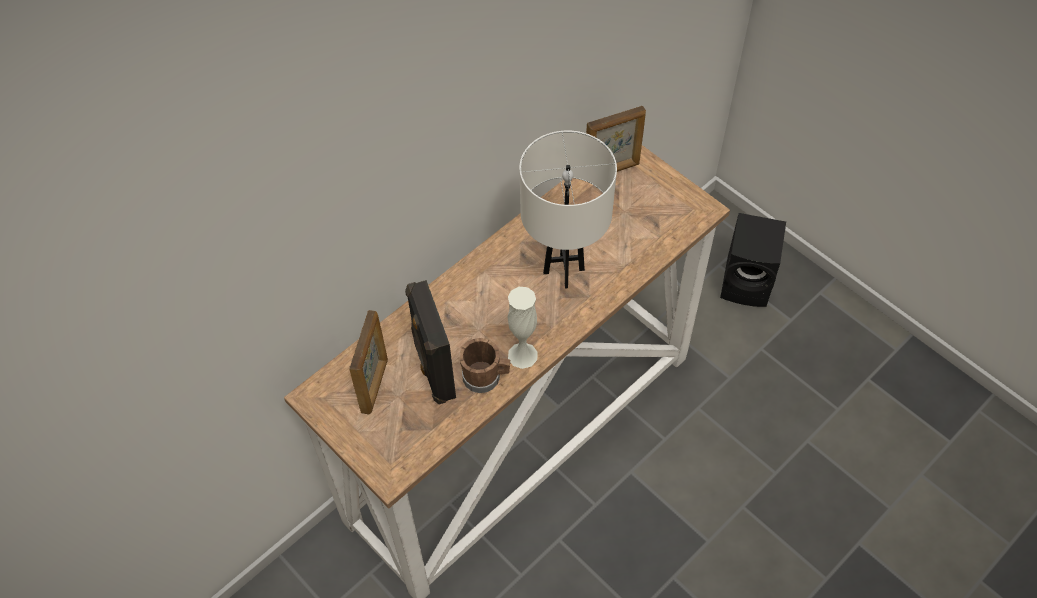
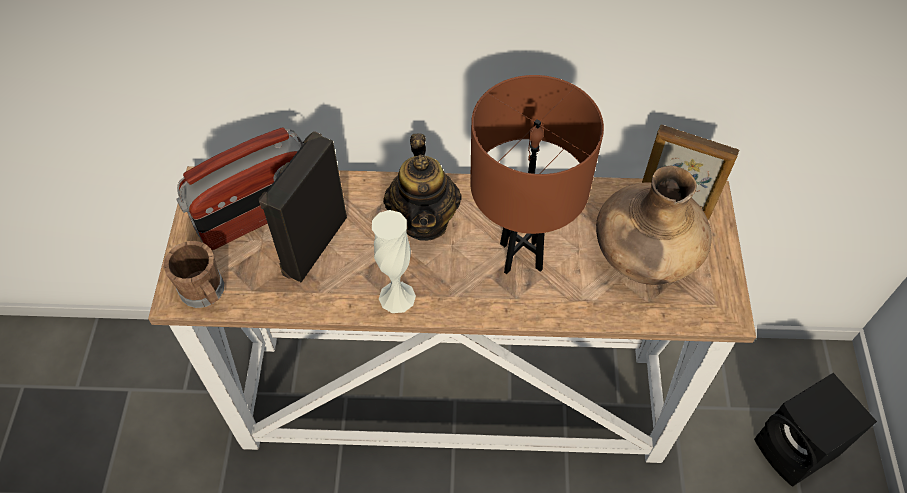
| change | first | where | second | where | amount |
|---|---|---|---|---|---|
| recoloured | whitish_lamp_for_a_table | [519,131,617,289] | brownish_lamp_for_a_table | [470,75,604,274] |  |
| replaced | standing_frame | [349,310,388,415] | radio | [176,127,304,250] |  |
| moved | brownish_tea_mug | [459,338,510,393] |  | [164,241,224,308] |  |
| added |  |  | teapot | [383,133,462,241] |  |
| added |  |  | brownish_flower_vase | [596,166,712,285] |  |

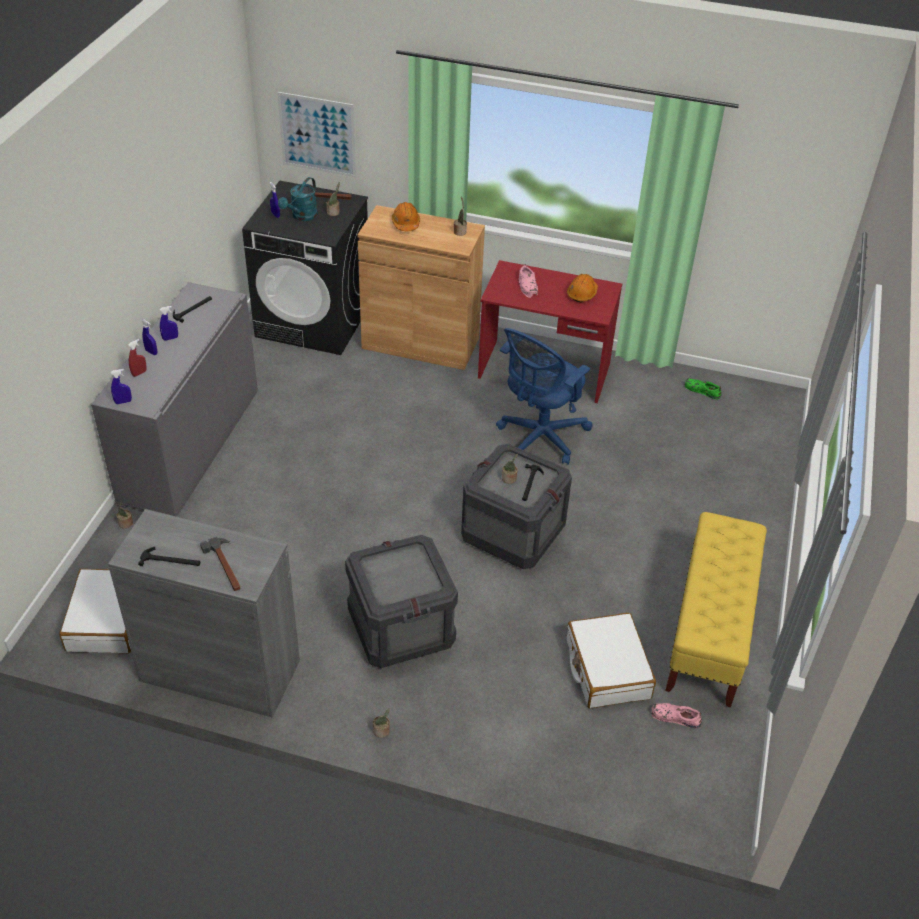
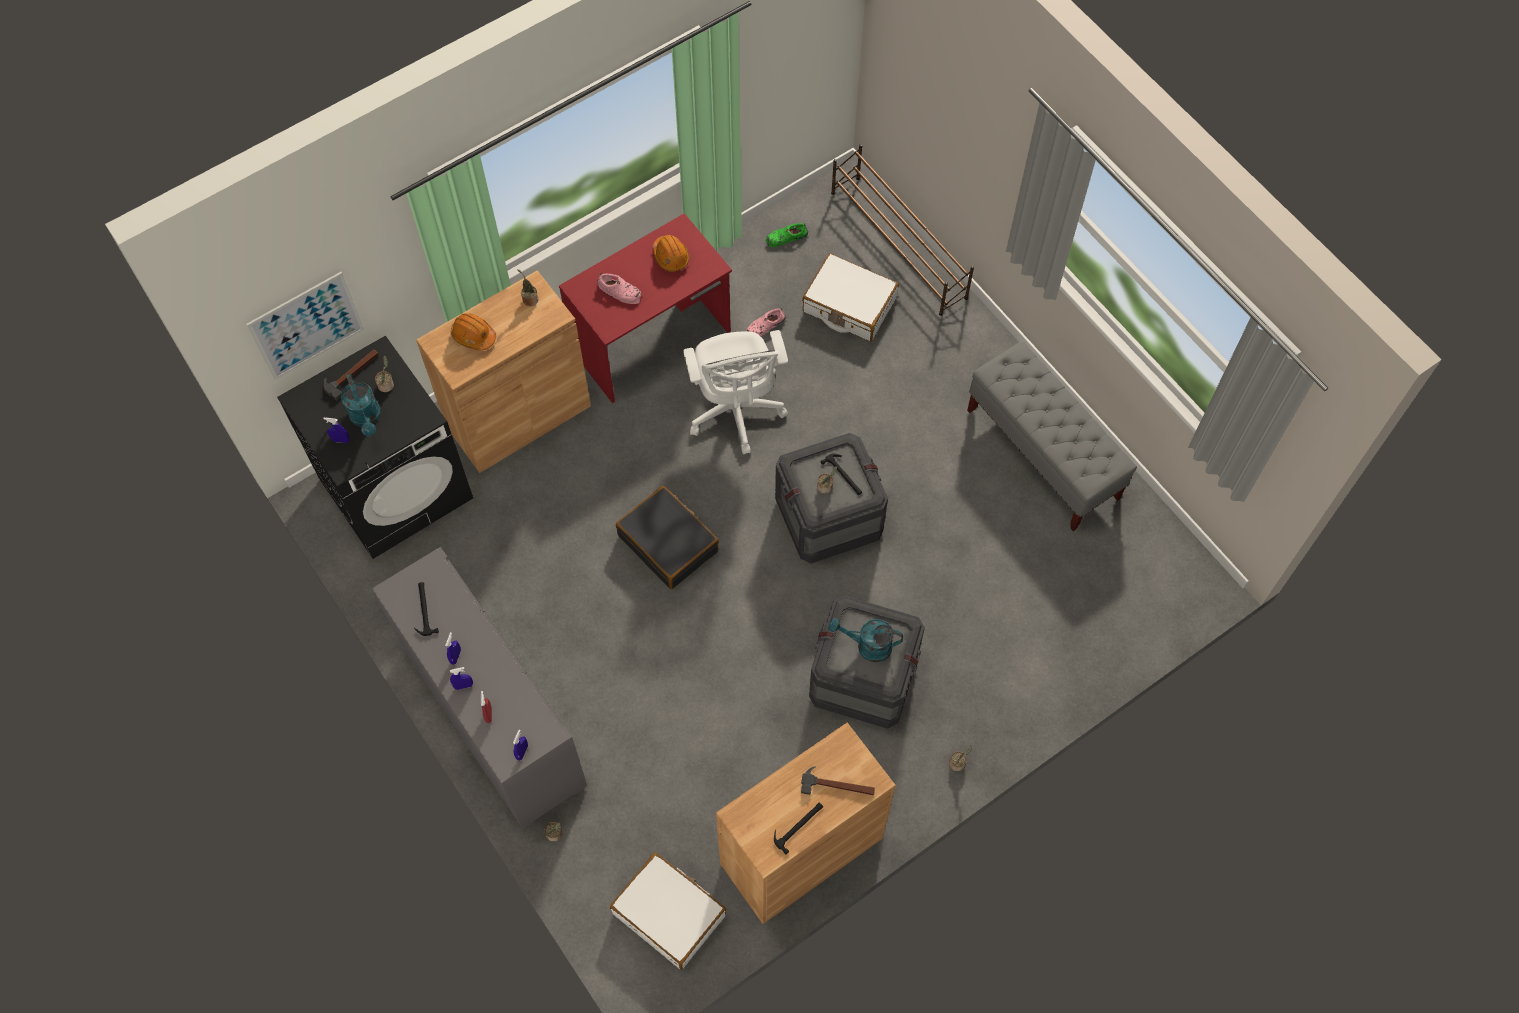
| change | first | where | second | where | amount |
|---|---|---|---|---|---|
| recoloured | blue-coloured_computer_chair | [496,328,592,465] | whitish_computer_chair | [683,330,788,454] |  |
| recoloured | grey_storage_cabinet | [108,509,300,718] | brownish_storage_cabinet | [716,723,896,924] |  |
| recoloured | yellow-coloured_long_seat | [665,512,767,707] | grey_long_seat | [967,342,1137,531] |  |
| moved | whitish_travel_case | [567,613,656,708] |  | [802,253,898,341] |  |
| moved | pinkish_low_shoe | [652,703,702,728] |  | [746,308,786,336] |  |
| added |  |  | brownish_shoe_stand | [831,144,974,316] |  |
| added |  |  | black_travel_case | [616,486,719,589] |  |
| added |  |  | turquoise-coloured_sprinkling_can | [829,618,903,662] |  |

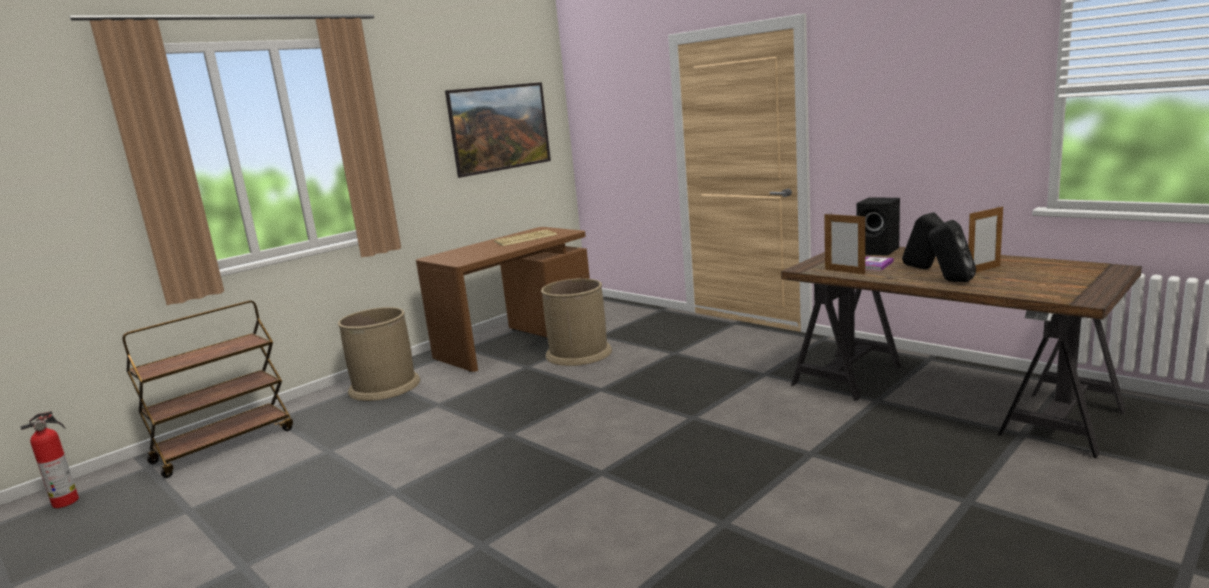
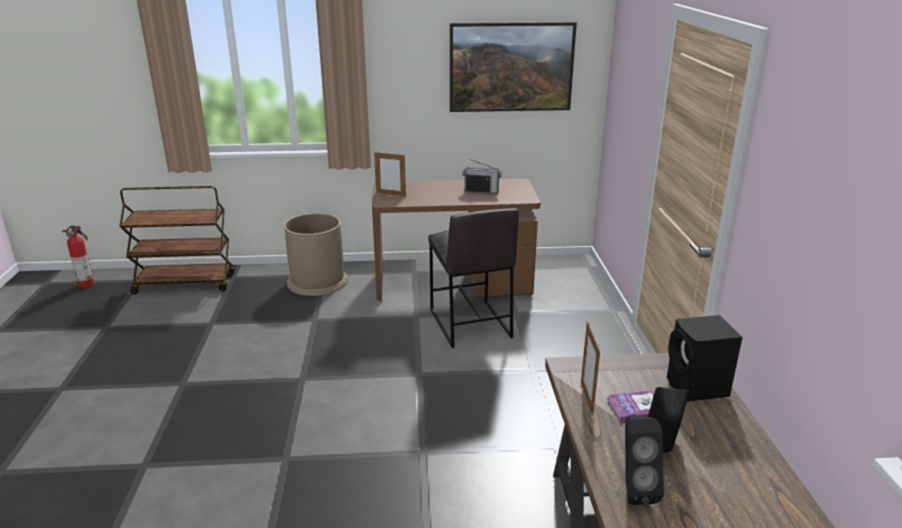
| change | first | where | second | where | amount |
|---|---|---|---|---|---|
| moved | standing_frame | [968,206,1003,272] |  | [374,152,406,196] |  |
| replaced | keyboard | [494,230,557,246] | radio | [462,159,502,194] |  |
| replaced | brownish_rubbish_bin | [541,278,612,366] | grey_stool_seat | [428,208,519,348] |  |

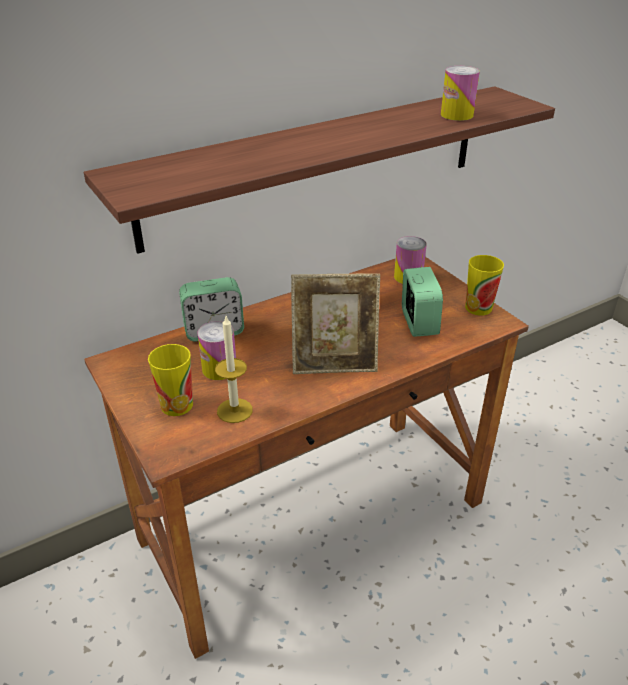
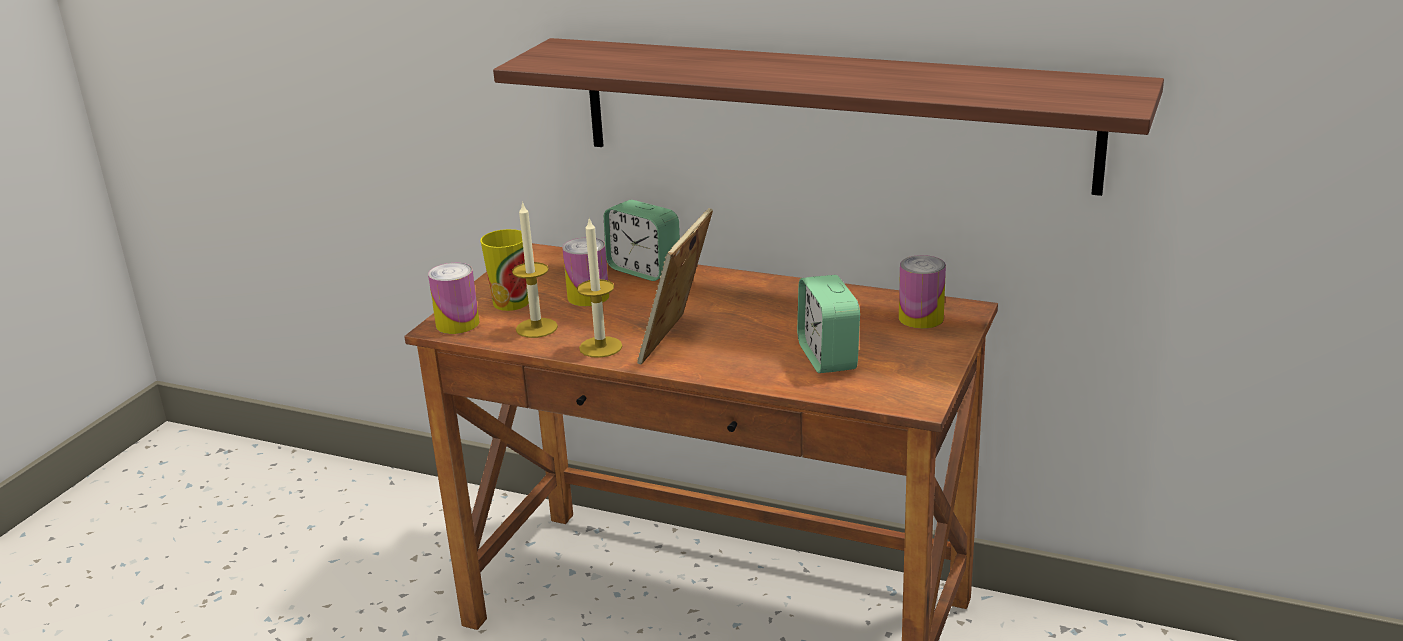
| change | first | where | second | where | amount |
|---|---|---|---|---|---|
| moved | sealed_can | [441,66,480,121] |  | [428,263,480,334] |  |
| removed | drinking_cup | [465,255,504,316] |  |  |  |
| turned | table_clock | [402,267,443,337] |  | [797,275,860,373] | 120 degrees clockwise |
| turned | standing_frame | [291,273,380,374] |  | [637,208,713,365] | 60 degrees clockwise |
| added |  |  | wax_light | [577,217,622,358] |  |

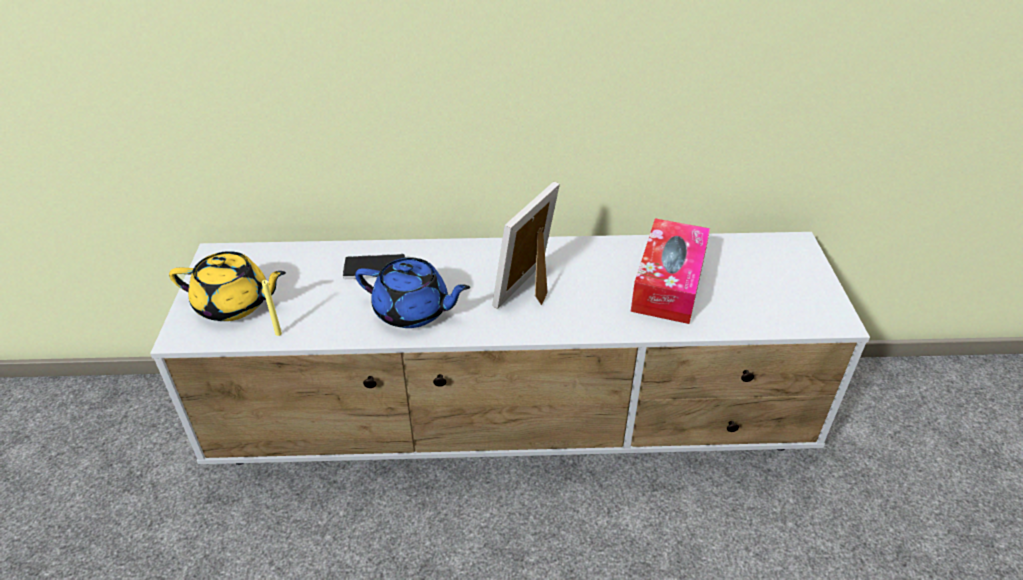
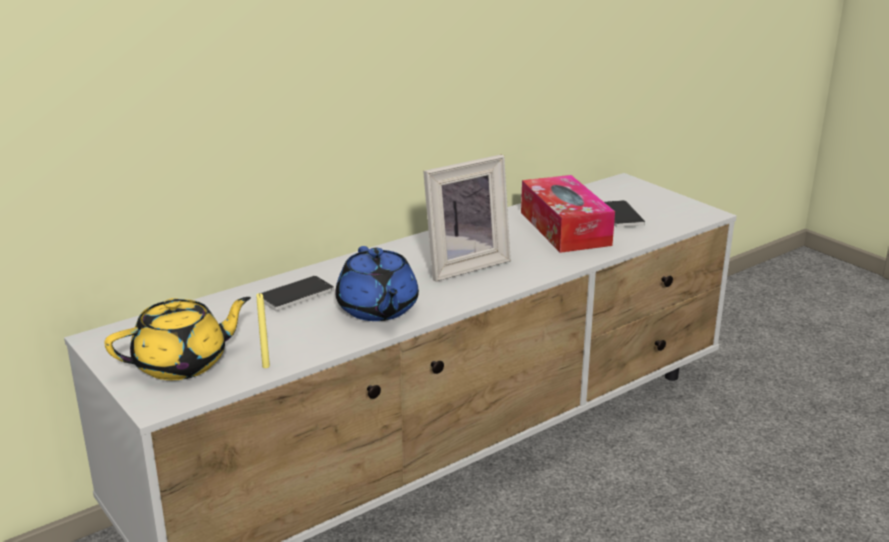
| change | first | where | second | where | amount |
|---|---|---|---|---|---|
| turned | standing_frame | [492,182,560,309] |  | [423,155,511,282] | 120 degrees counterclockwise |
| turned | blue-coloured_teapot | [355,257,470,328] |  | [335,246,419,321] | 90 degrees clockwise |
| added |  |  | handset | [605,200,645,228] |  |

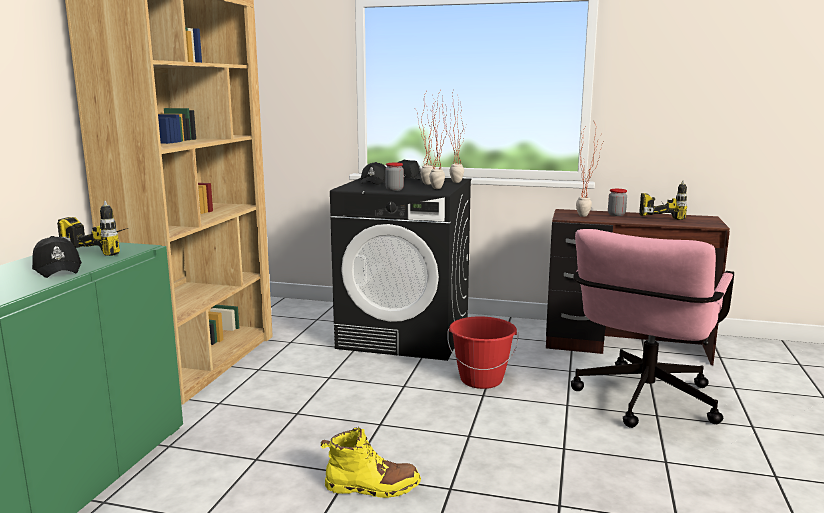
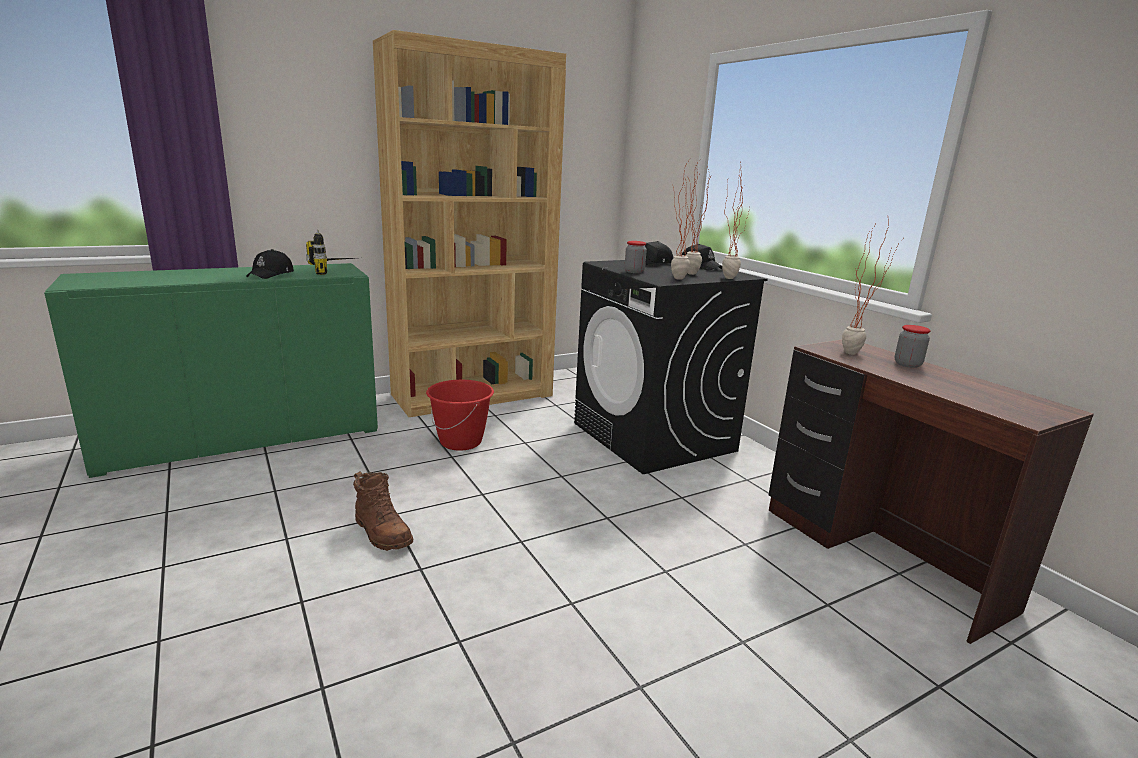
| change | first | where | second | where | amount |
|---|---|---|---|---|---|
| removed | electric_drill | [639,181,687,220] |  |  |  |
| removed | pinkish_computer_chair | [571,229,734,428] |  |  |  |
| moved | red_bucket | [447,316,518,389] |  | [426,380,494,451] |  |
| recoloured | yellow-coloured_boot | [321,427,421,498] | brownish_boot | [353,471,413,551] |  |

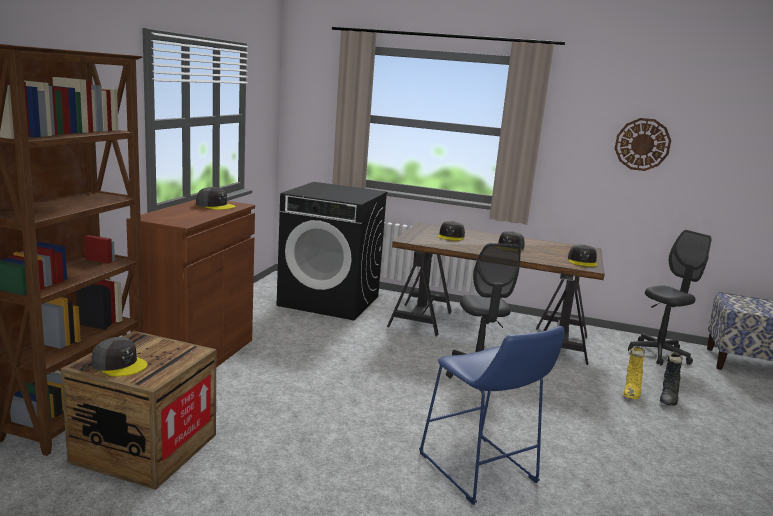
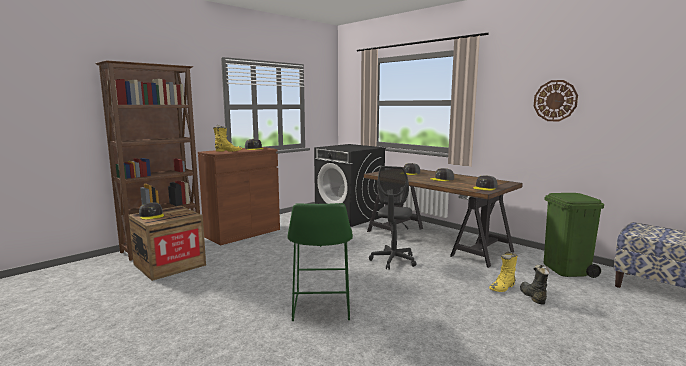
| change | first | where | second | where | amount |
|---|---|---|---|---|---|
| replaced | grey_computer_chair | [628,230,711,365] | green-coloured_rubbish_bin | [544,193,604,278] |  |
| recoloured | blue-coloured_stool_seat | [419,326,564,505] | green-coloured_stool_seat | [287,203,353,321] |  |
| turned | black_boot | [660,351,683,406] |  | [520,265,550,305] | 120 degrees clockwise |
| added |  |  | yellow-coloured_boot | [213,125,242,152] |  |

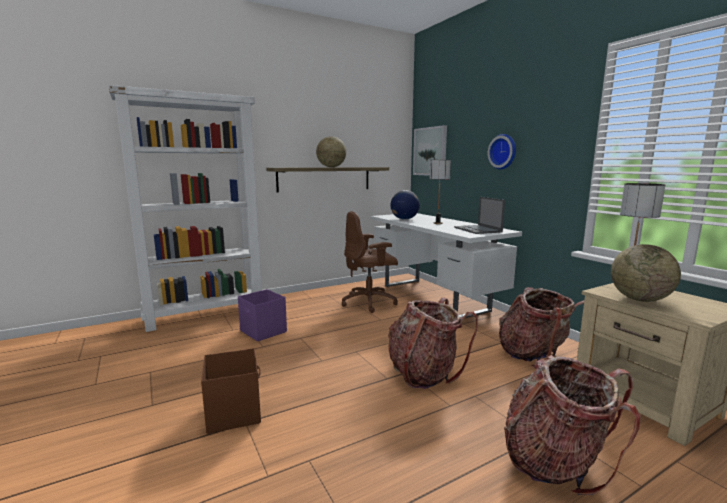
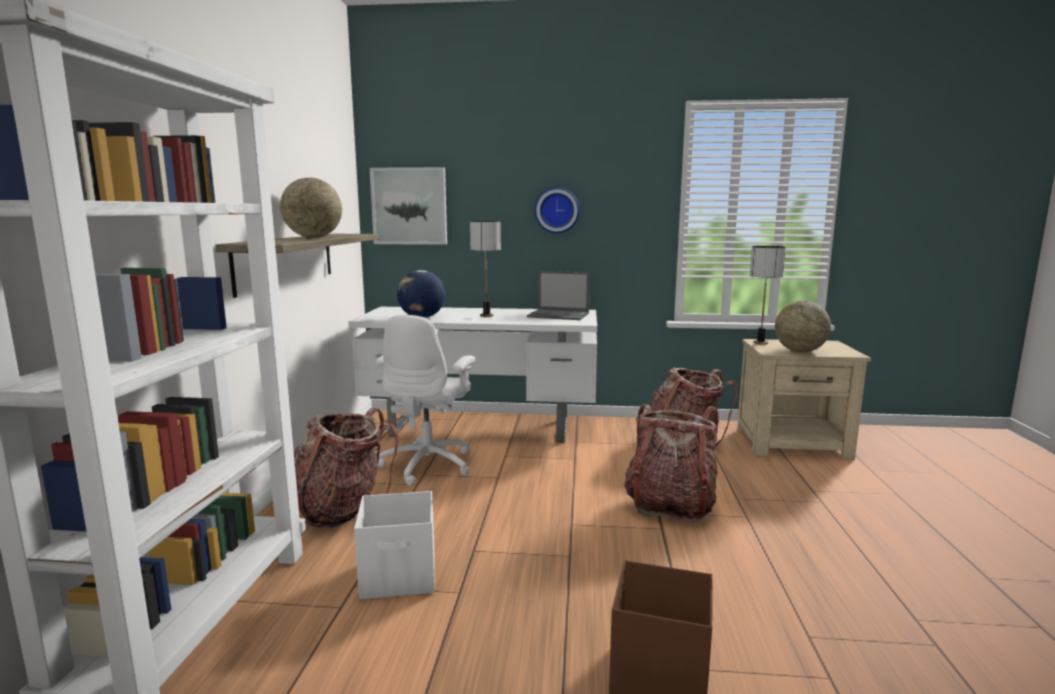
| change | first | where | second | where | amount |
|---|---|---|---|---|---|
| recoloured | brownish_computer_chair | [342,211,398,313] | whitish_computer_chair | [375,315,475,485] |  |
| recoloured | purplish_storage_bin | [238,289,287,342] | whitish_storage_bin | [354,491,434,599] |  |
| moved | rucksack | [504,355,641,495] |  | [294,408,398,529] |  |

